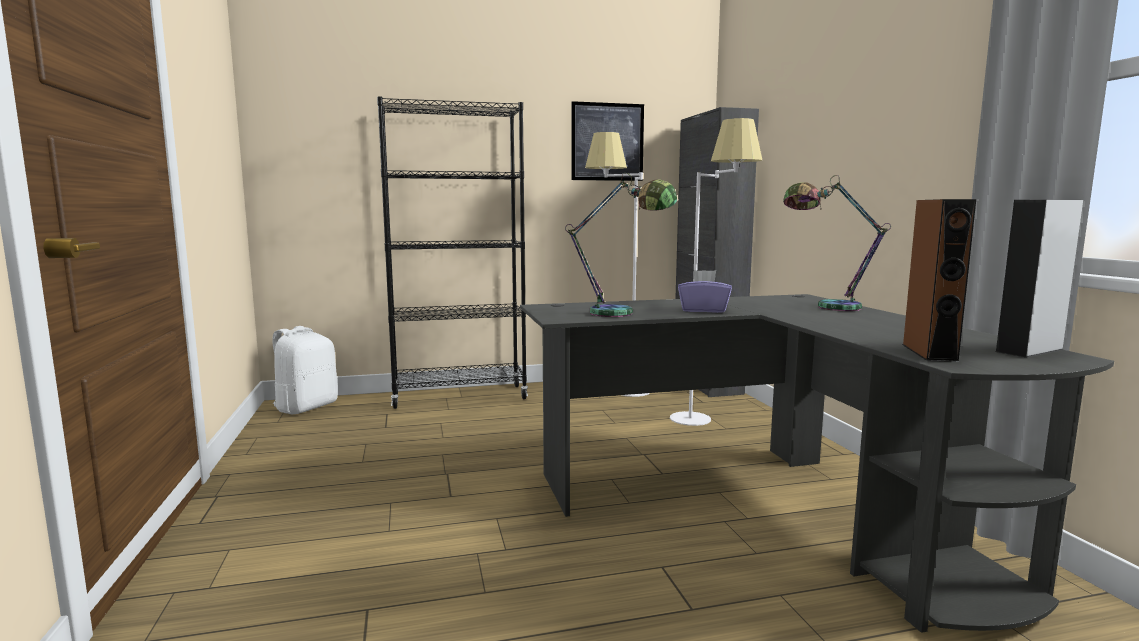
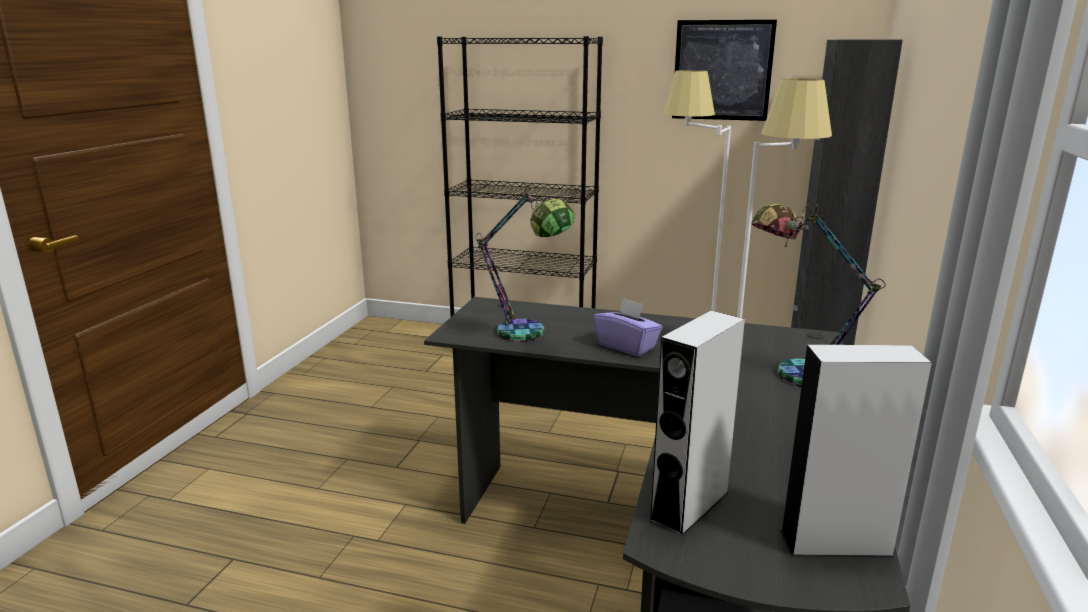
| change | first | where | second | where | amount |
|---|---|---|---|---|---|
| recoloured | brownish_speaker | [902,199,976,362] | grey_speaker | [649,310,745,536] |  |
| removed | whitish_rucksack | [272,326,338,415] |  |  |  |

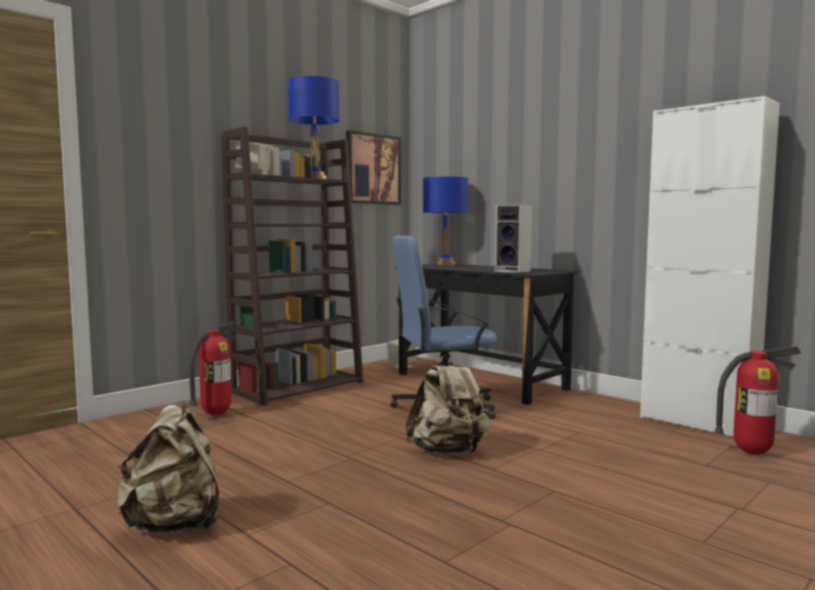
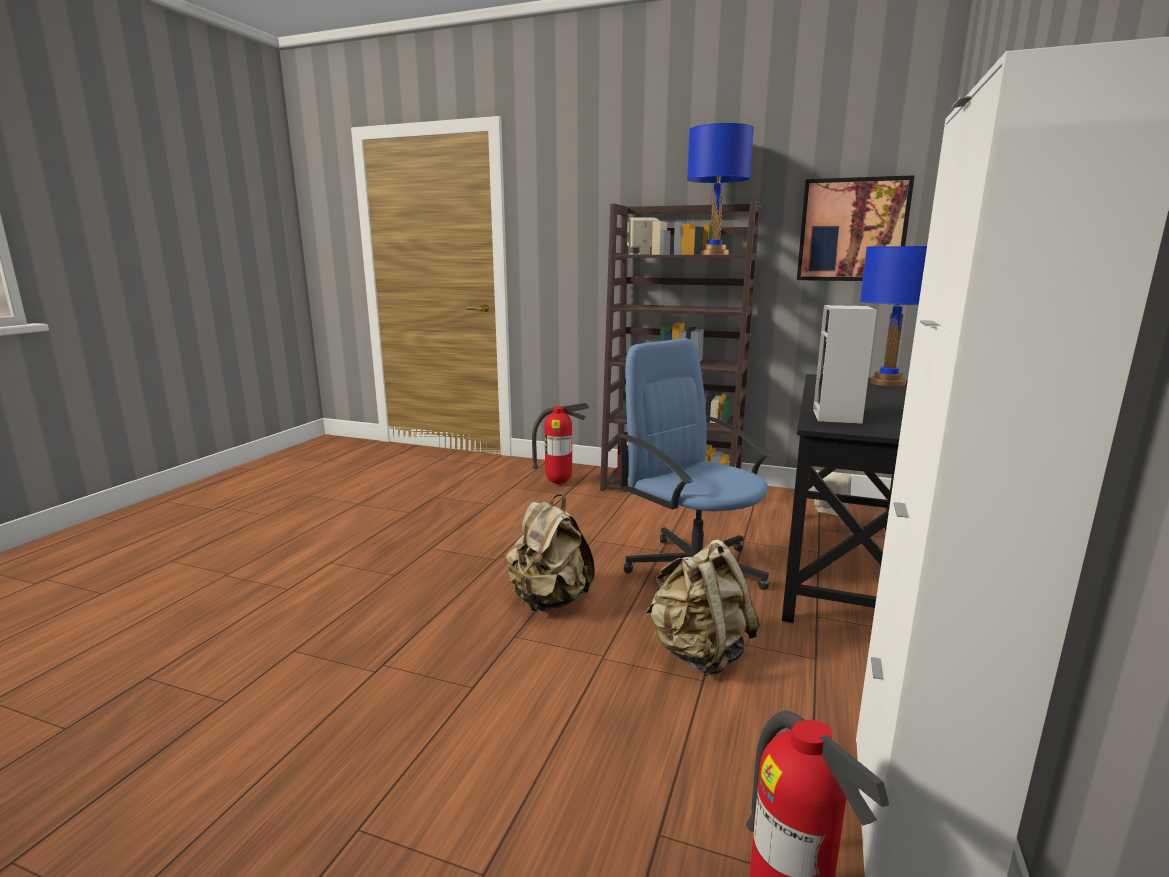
| change | first | where | second | where | amount |
|---|---|---|---|---|---|
| moved | sand-coloured_rucksack | [117,401,219,532] |  | [645,539,760,676] |  |

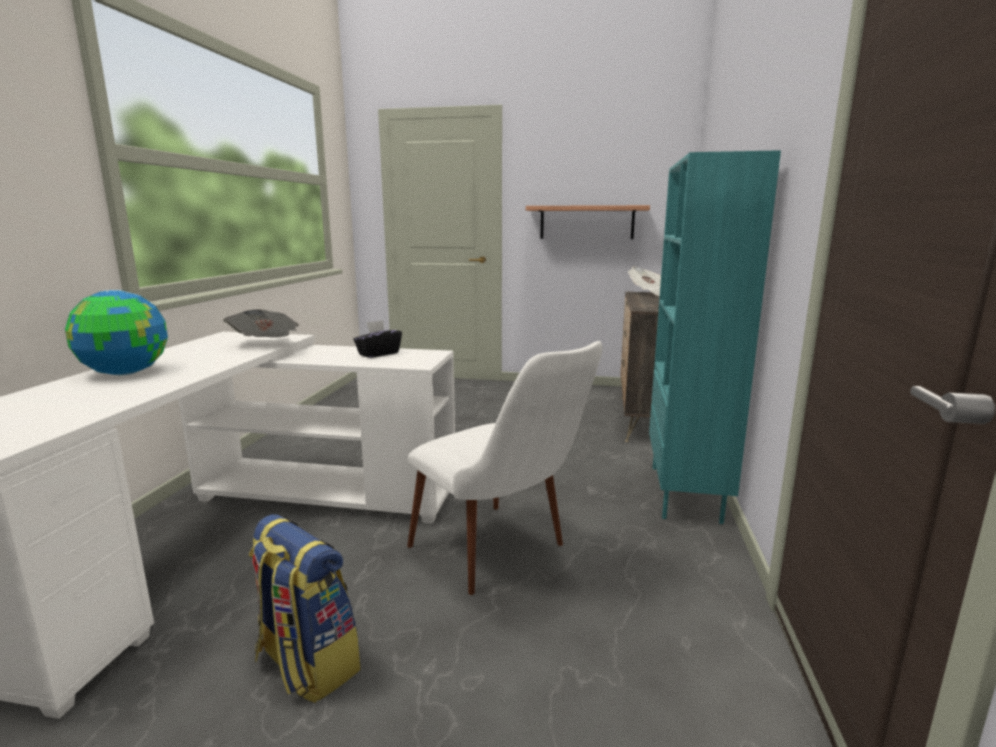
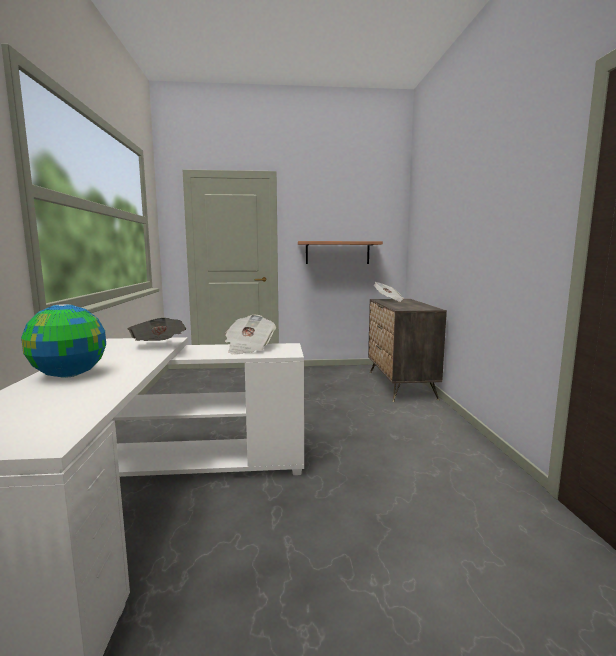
| change | first | where | second | where | amount |
|---|---|---|---|---|---|
| removed | turquoise-coloured_shelving_unit | [649,150,781,524] |  |  |  |
| replaced | black_tissue_box | [353,320,402,358] | daily_paper | [225,315,276,355] |  |
| removed | whitish_upright_chair | [407,341,602,595] |  |  |  |
| removed | rucksack | [249,514,360,703] |  |  |  |

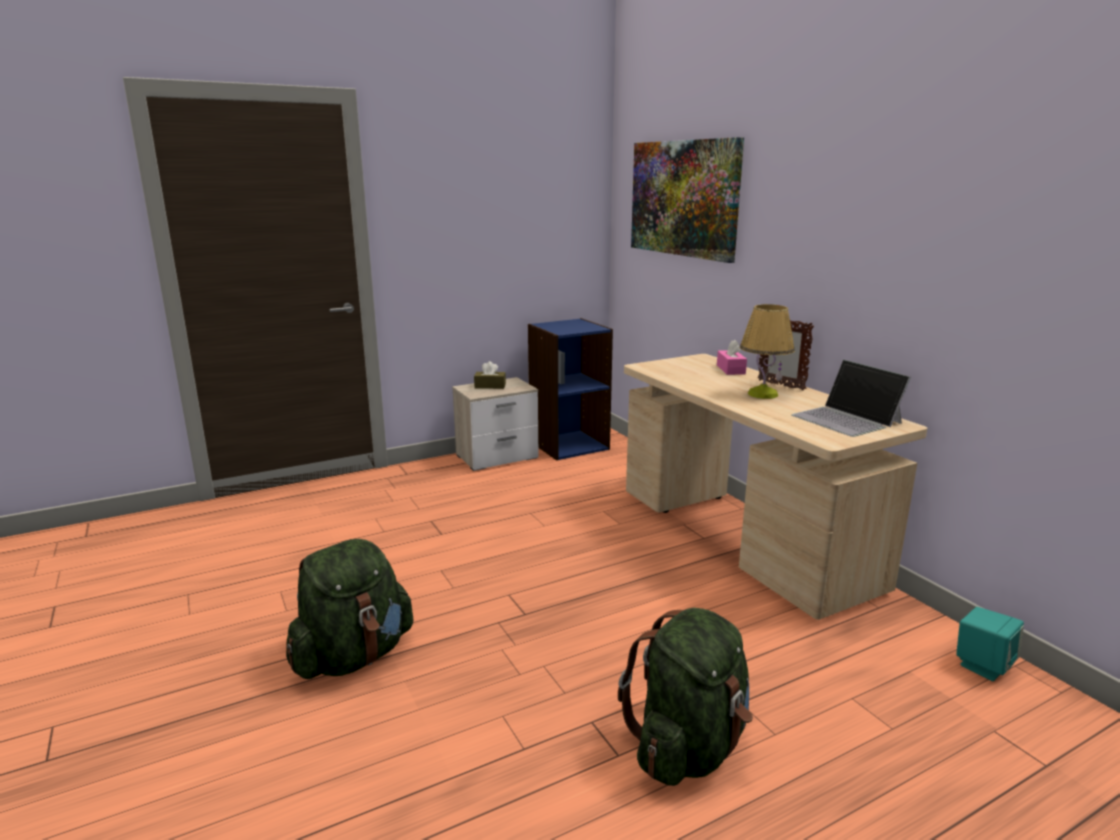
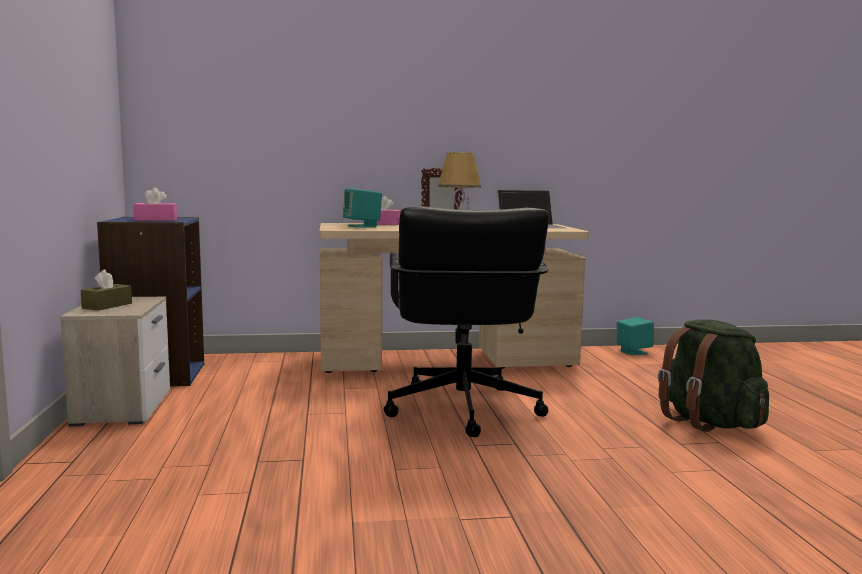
| change | first | where | second | where | amount |
|---|---|---|---|---|---|
| removed | wall_picture | [631,137,744,263] |  |  |  |
| removed | green-coloured_rucksack | [286,539,413,679] |  |  |  |
| added |  |  | pinkish_tissue_box | [133,188,177,221] |  |
| added |  |  | turquoise-coloured_speaker | [343,188,382,228] |  |
| added |  |  | black_computer_chair | [384,206,549,437] |  |

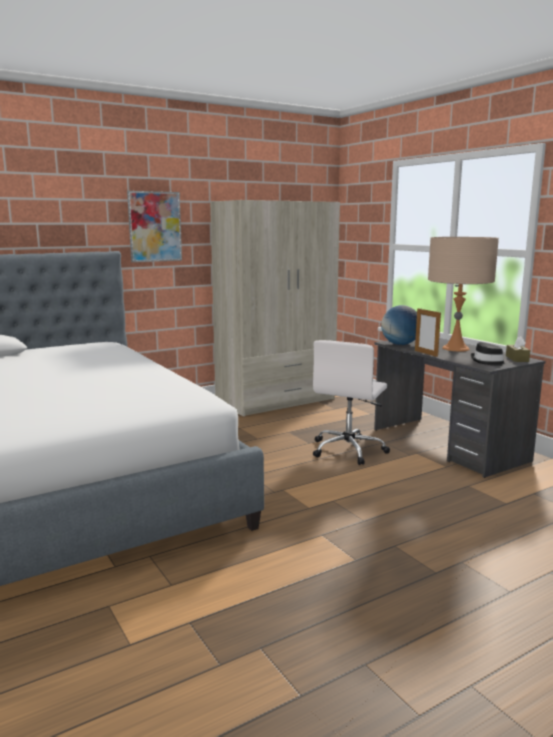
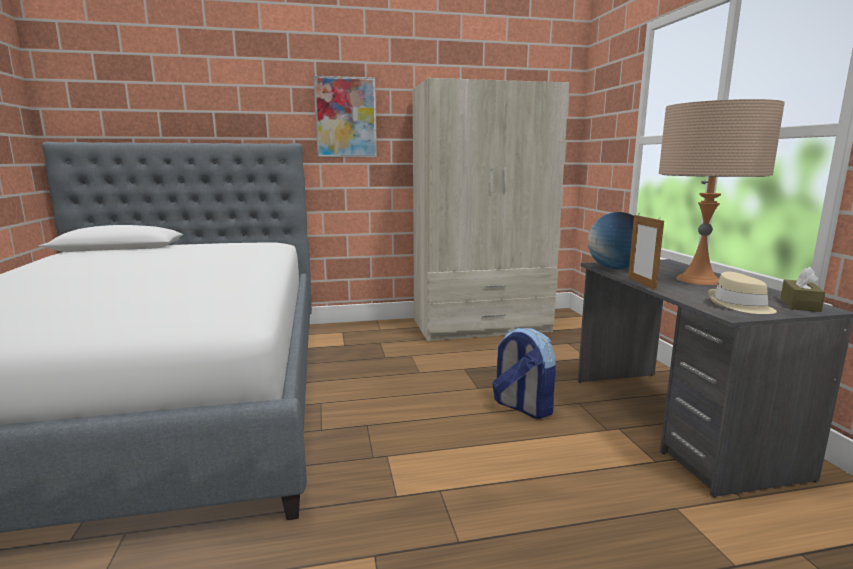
| change | first | where | second | where | amount |
|---|---|---|---|---|---|
| replaced | whitish_computer_chair | [313,340,390,465] | rucksack | [492,327,556,419] |  |
| recoloured | black_wearable_hat | [471,342,508,366] | sand-coloured_wearable_hat | [708,272,777,314] |  |

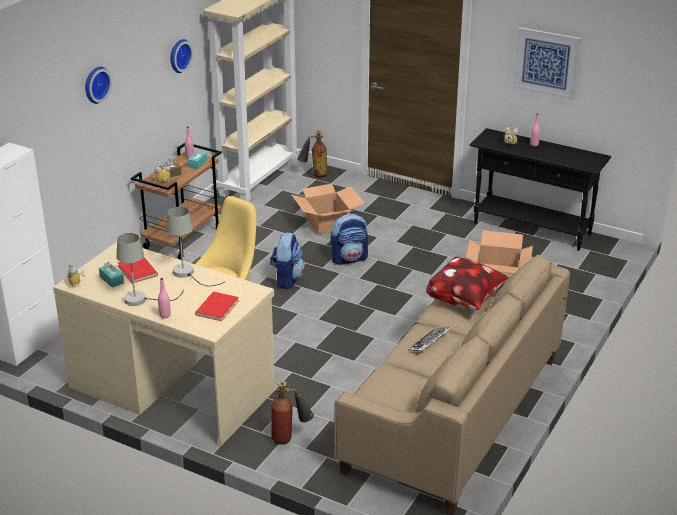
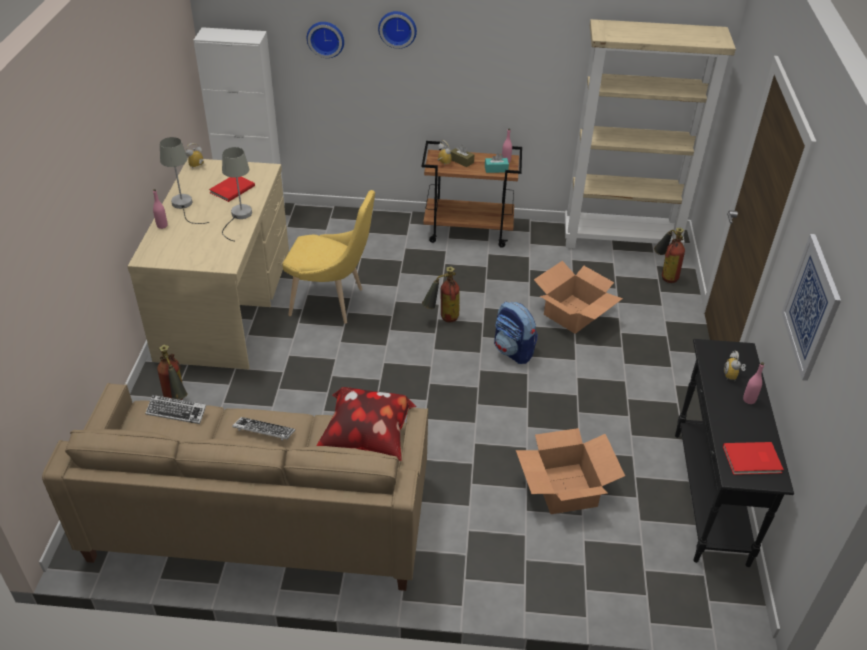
| change | first | where | second | where | amount |
|---|---|---|---|---|---|
| moved | hanging_clock | [170,39,193,73] |  | [307,22,344,58] |  |
| replaced | rucksack | [270,232,305,289] | fire-fighting_cylinder | [422,266,460,322] |  |
| removed | turquoise-coloured_tissue_box | [99,262,124,288] |  |  |  |
| moved | red_volume | [195,292,239,321] |  | [723,442,784,475] |  |
| added |  |  | keyboard | [145,395,206,424] |  |

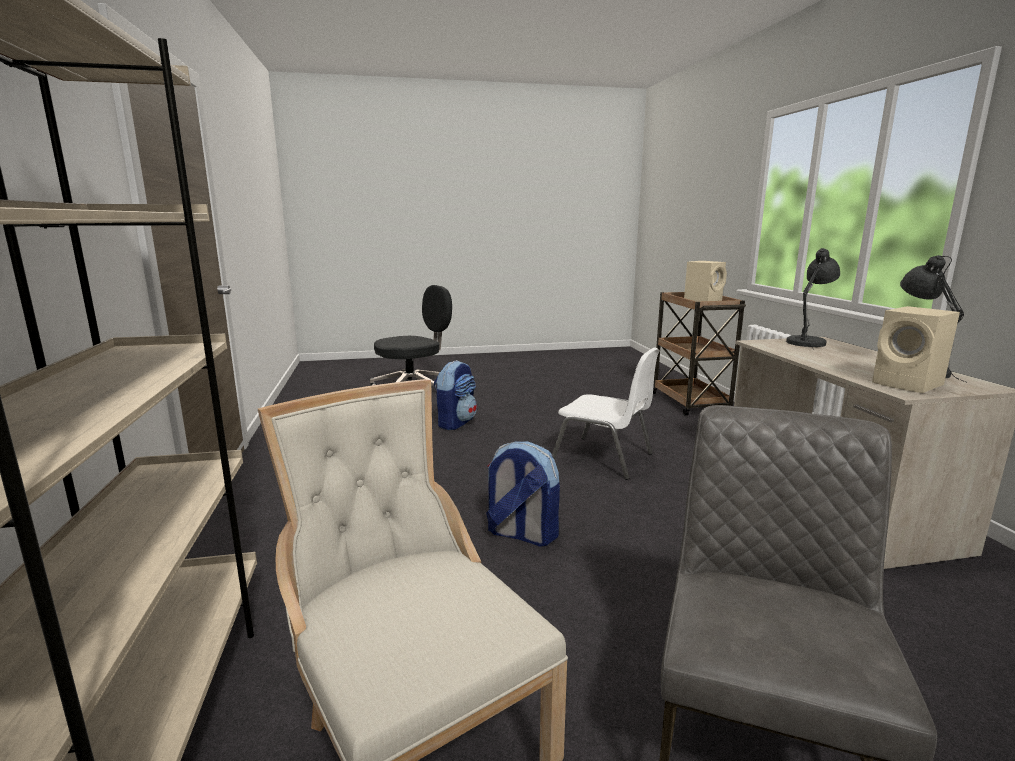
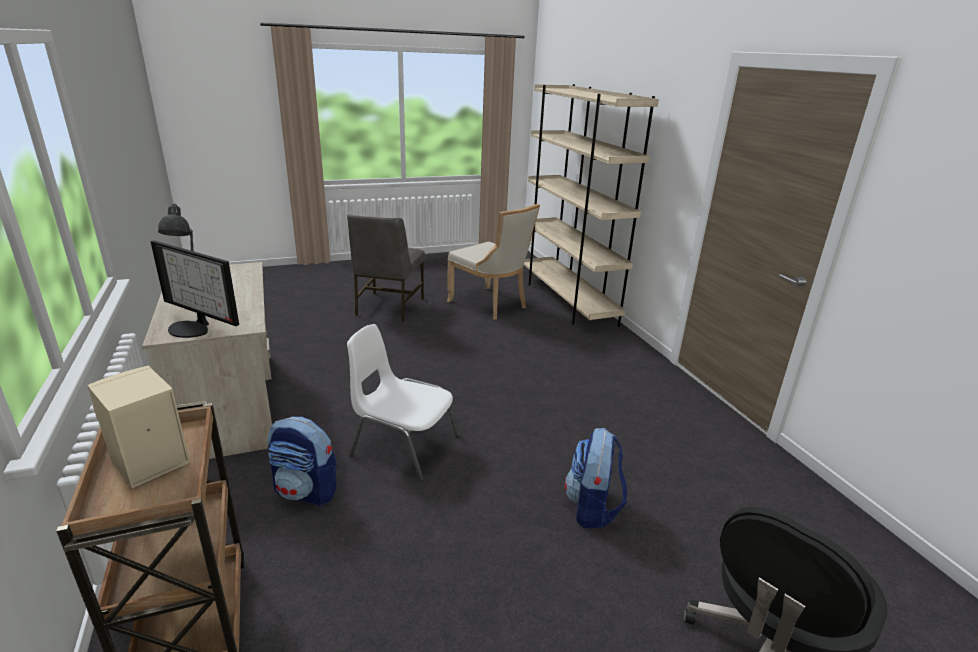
| change | first | where | second | where | amount |
|---|---|---|---|---|---|
| replaced | grey_lamp_for_a_table | [786,248,840,350] | monitor | [151,240,239,338] |  |
| removed | sand-coloured_speaker | [872,306,960,393] |  |  |  |
| moved | rucksack | [486,441,560,546] |  | [268,416,337,506] |  |

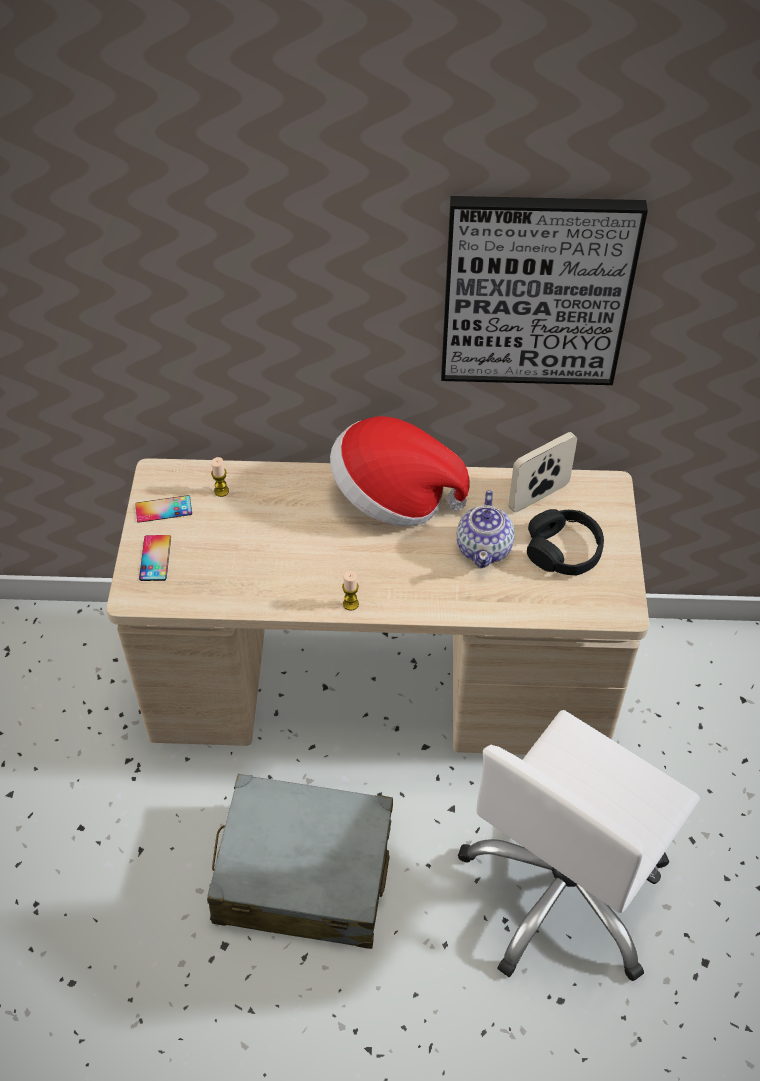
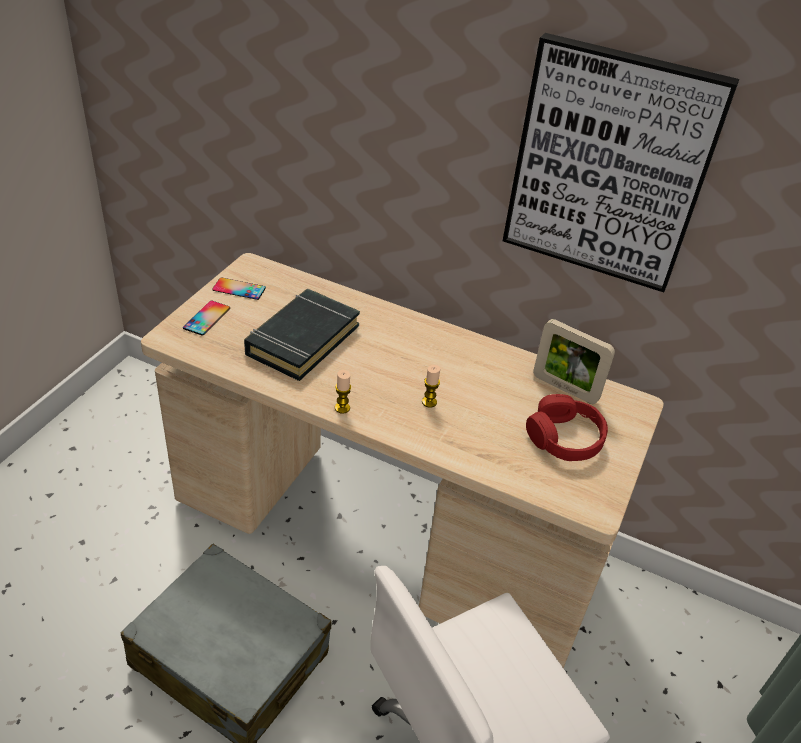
| change | first | where | second | where | amount |
|---|---|---|---|---|---|
| removed | wearable_hat | [330,416,469,526] |  |  |  |
| turned | standing_frame | [509,432,577,512] |  | [533,319,615,404] | 135 degrees counterclockwise |
| moved | wax_light | [211,457,229,497] |  | [422,365,440,408] |  |
| removed | teapot | [457,490,515,568] |  |  |  |
| recoloured | black_headset | [527,509,604,575] | red_headset | [526,394,608,461] |  |
| added |  |  | black_volume | [244,289,360,381] |  |

